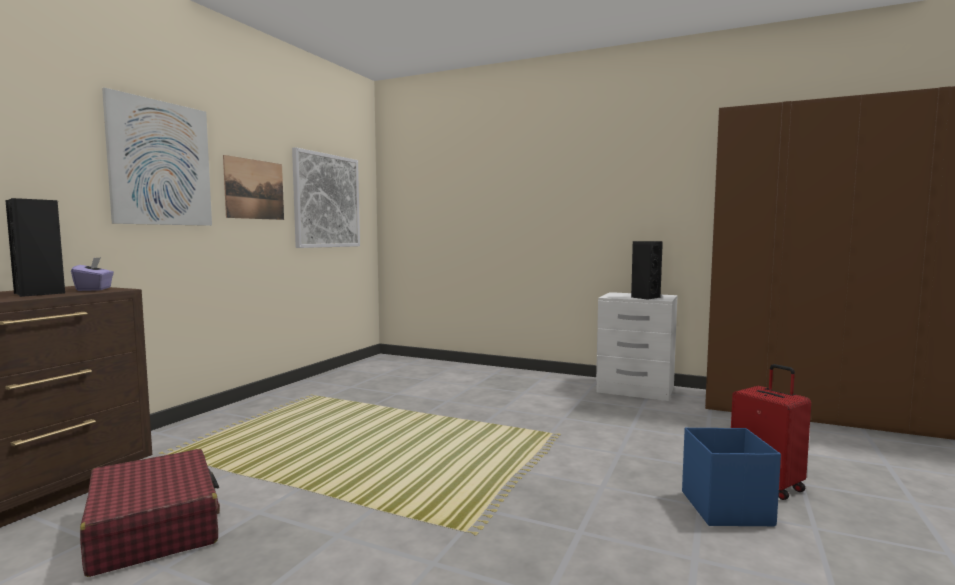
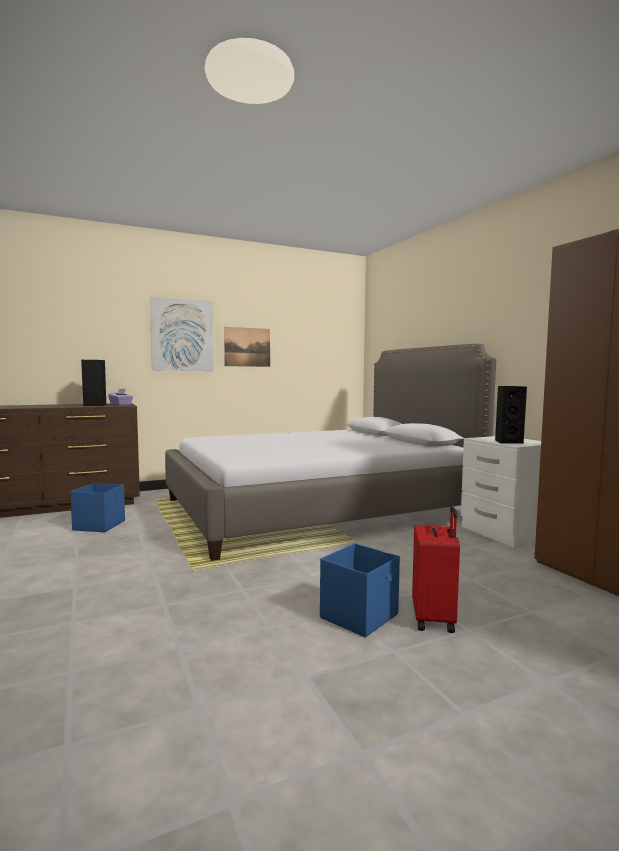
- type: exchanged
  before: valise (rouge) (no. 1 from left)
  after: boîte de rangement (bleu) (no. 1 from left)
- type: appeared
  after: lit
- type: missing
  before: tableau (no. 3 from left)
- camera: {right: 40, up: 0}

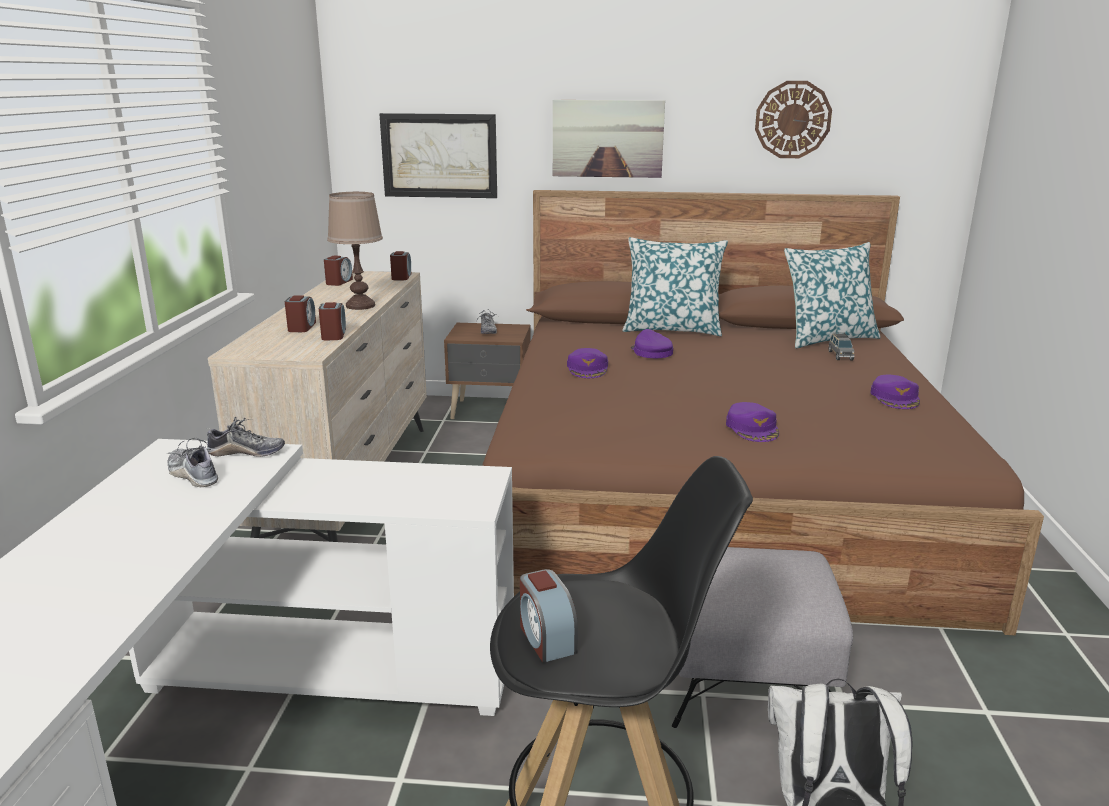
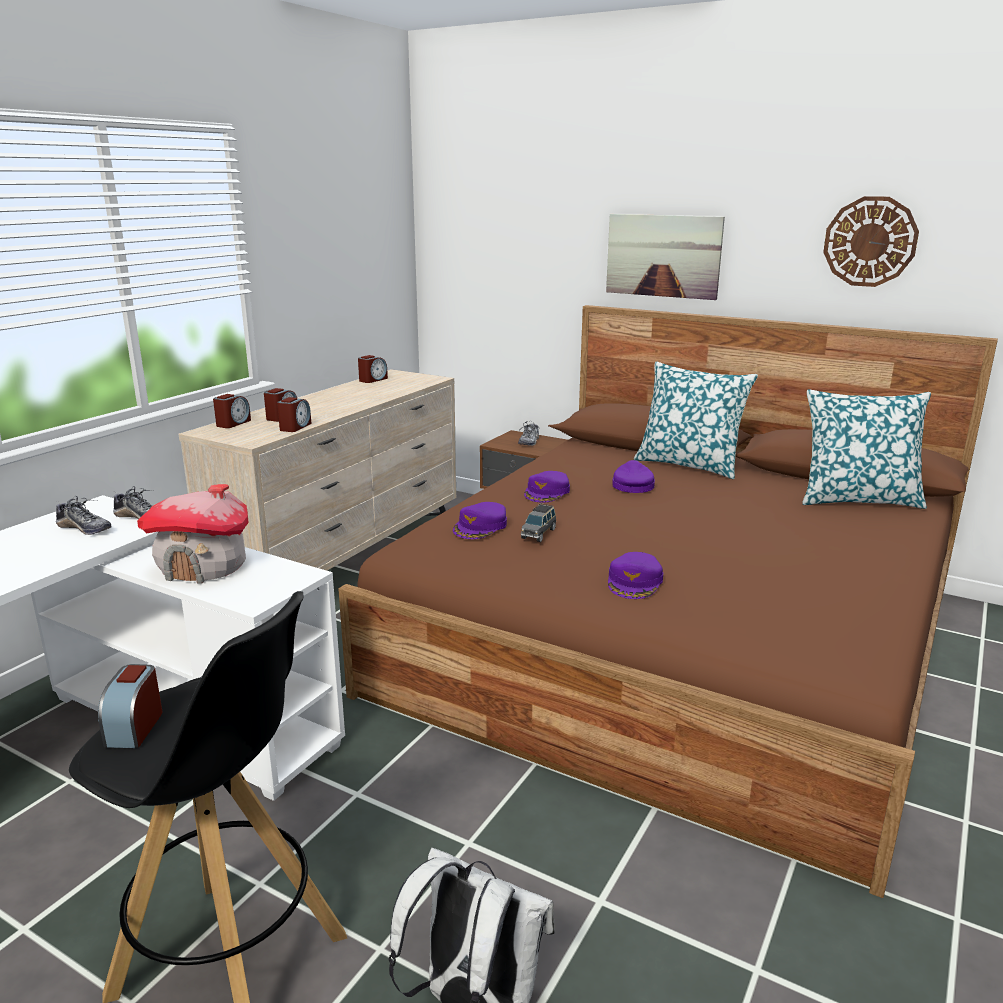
- type: spun
  before: chaussure (no. 1 from left)
  turn: 135
- type: appeared
  after: maison miniature
- type: relocated
  before: réveil (no. 4 from left in the first image)
  after: réveil (no. 2 from left)
- type: relocated
  before: casquette (violet) (no. 4 from left in the first image)
  after: casquette (violet) (no. 1 from left)
- type: relocated
  before: petite voiture (gris)
- type: missing
  before: lampe de table (marron)
- type: missing
  before: tableau (no. 1 from left)
- type: missing
  before: pouf (gris)
- camera: {right: 25, up: 0}

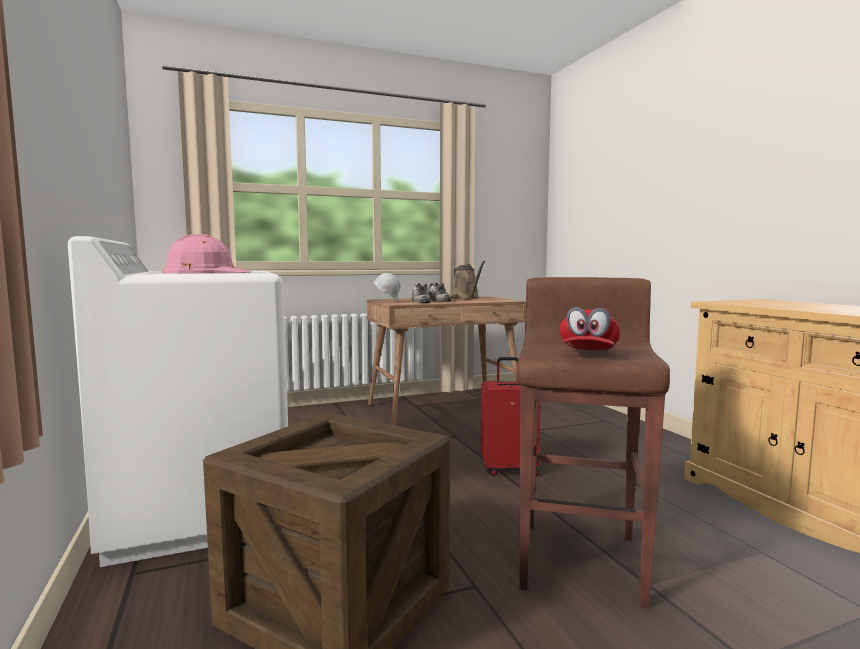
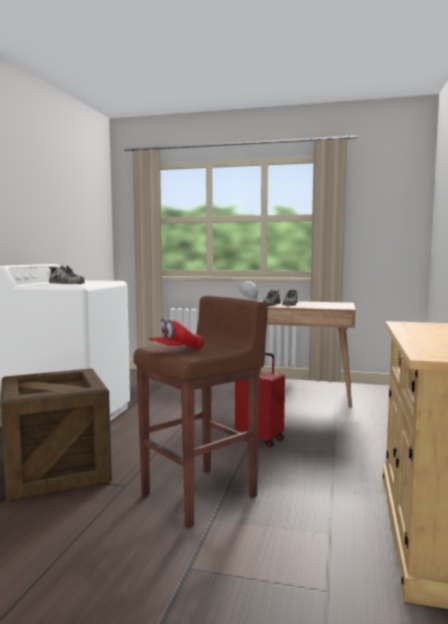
- type: exchanged
  before: casque de chantier (rose)
  after: chaussure (no. 1 from left)
- type: missing
  before: arrosoir (marron)
- camera: {right: 35, up: 0}

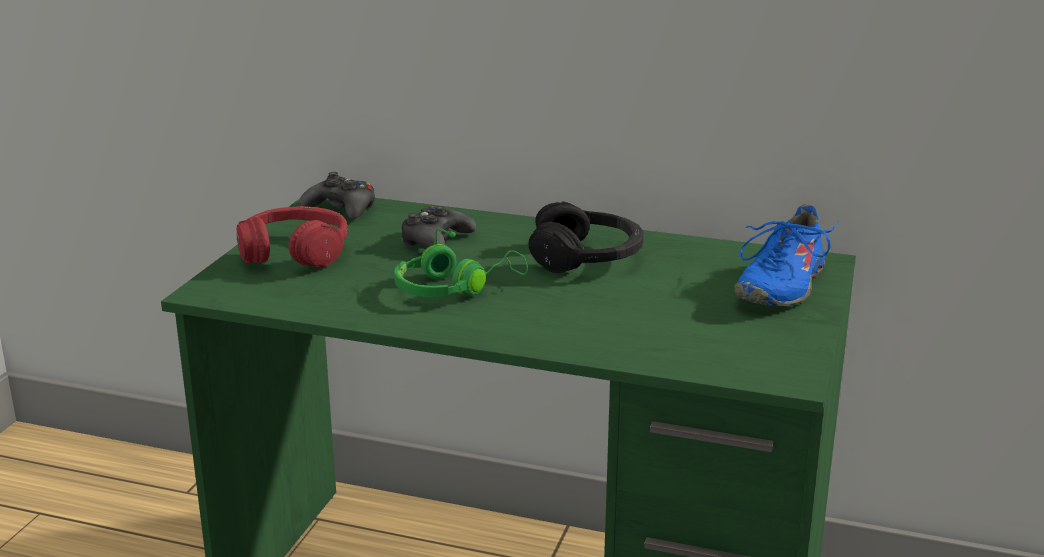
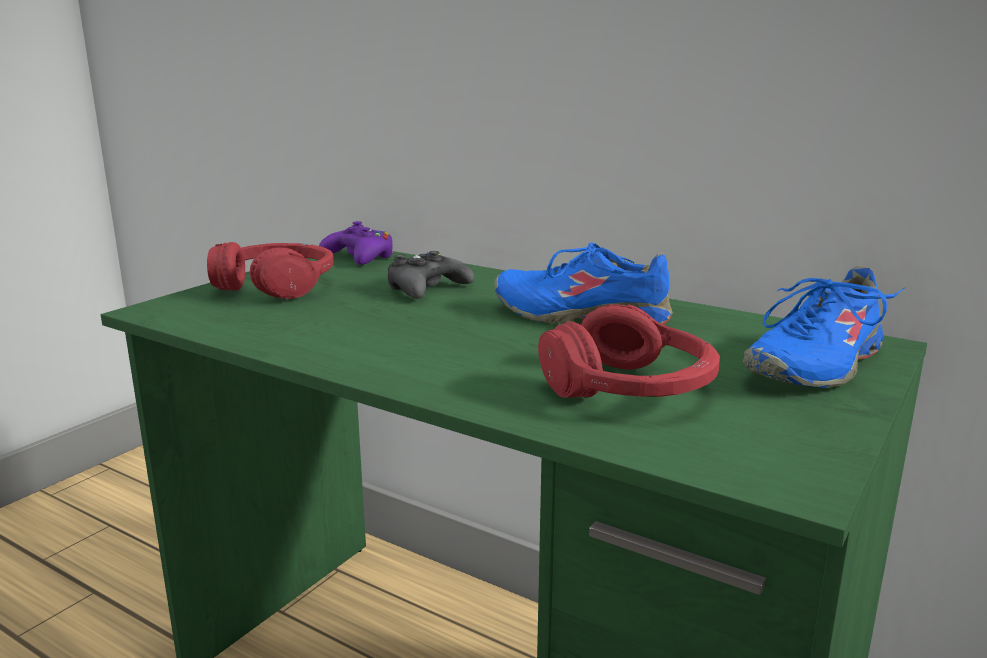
- type: colour
  before: manette (noir) (no. 1 from left)
  after: manette (violet)
- type: exchanged
  before: casque audio (noir)
  after: chaussure (bleu) (no. 1 from left)
- type: appeared
  after: casque audio (rouge) (no. 2 from left)
- type: missing
  before: casque audio (vert)
- camera: {right: 15, up: -5}

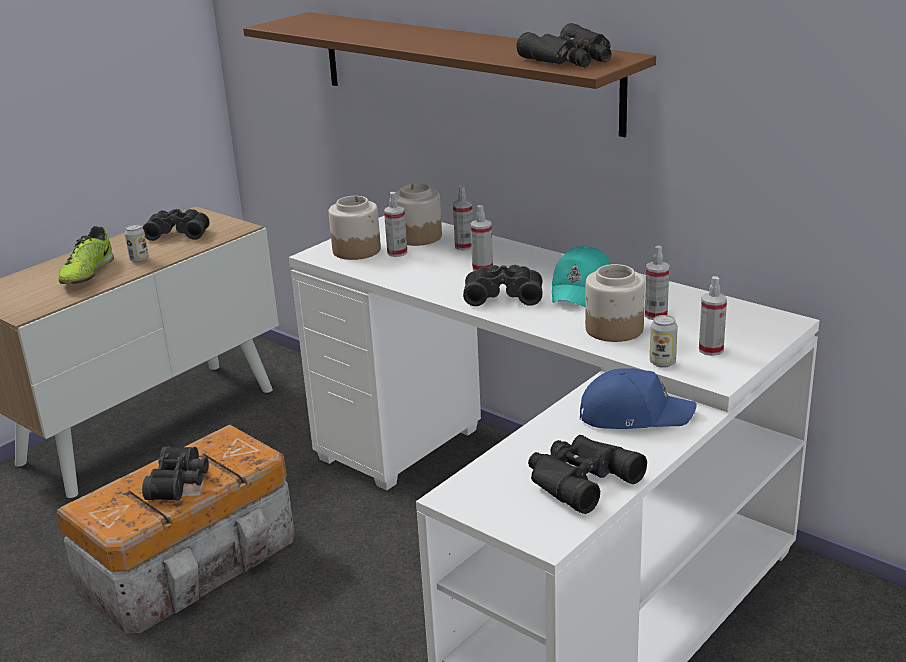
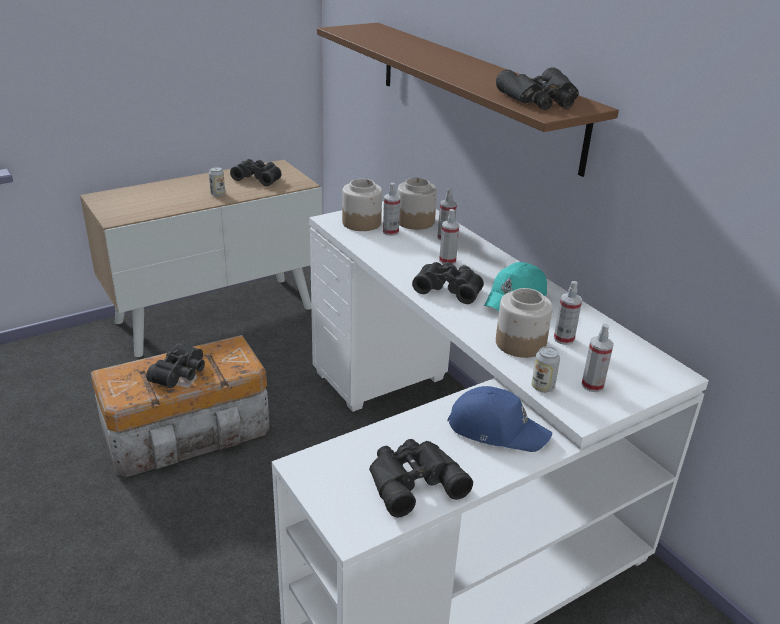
- type: missing
  before: chaussure
- camera: {right: 15, up: 5}

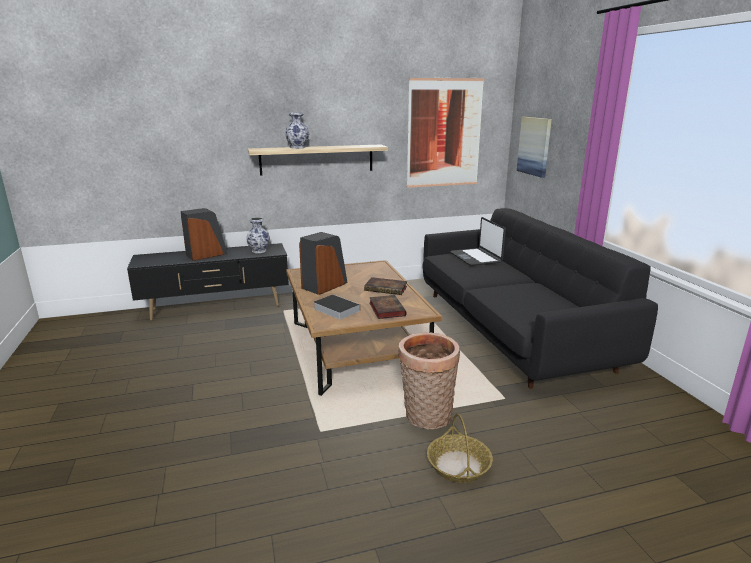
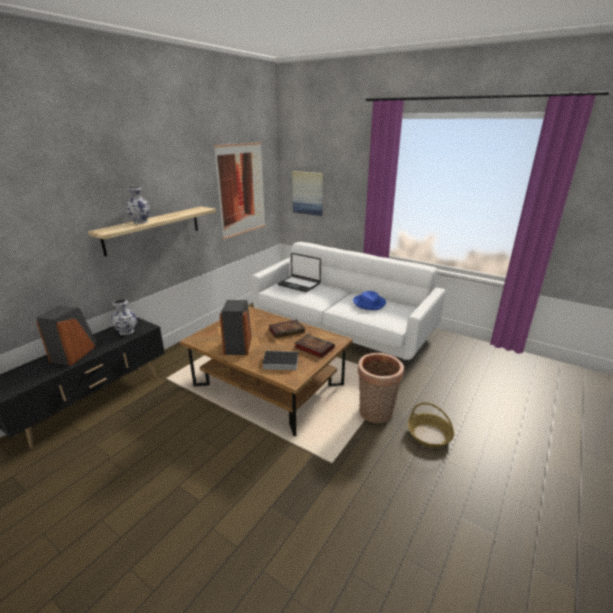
- type: colour
  before: canapé (noir)
  after: canapé (blanc)
- type: appeared
  after: chapeau (bleu)
- camera: {right: -40, up: 5}

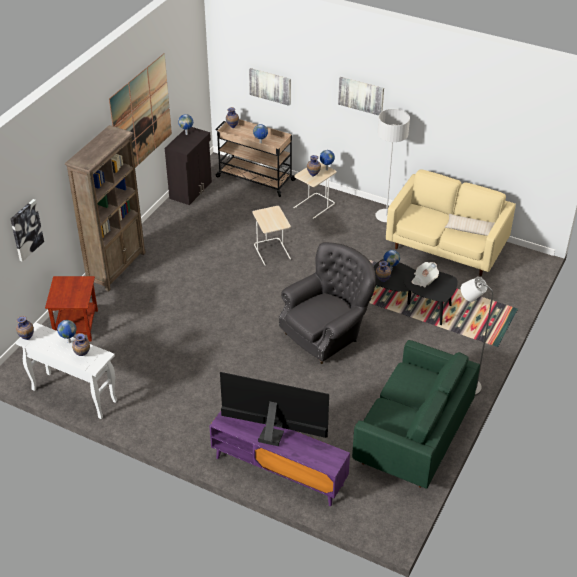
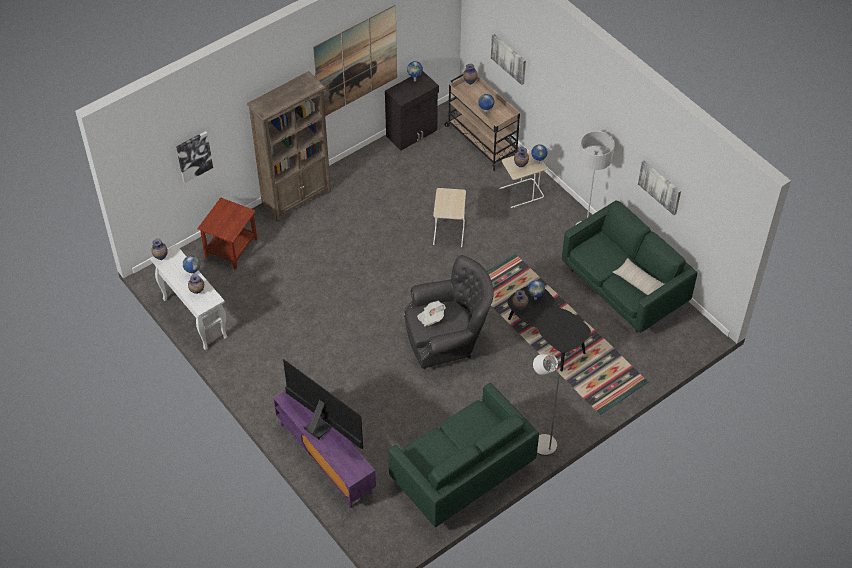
- type: relocated
  before: journal
- type: colour
  before: canapé (beige)
  after: canapé (vert) (no. 2 from left)
- type: relocated
  before: tableau (no. 4 from left)
- camera: {right: 25, up: 10}

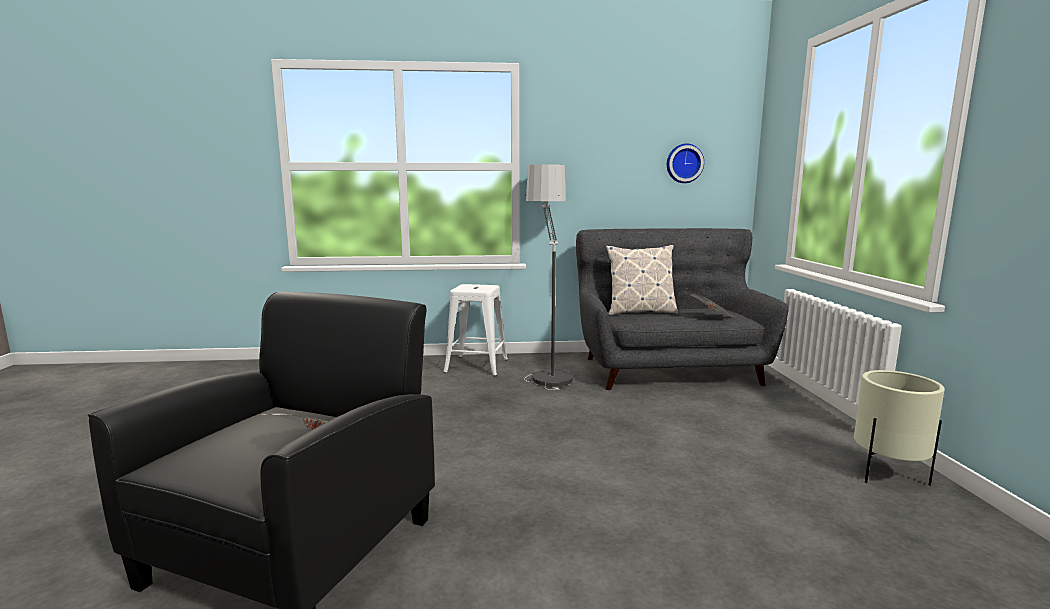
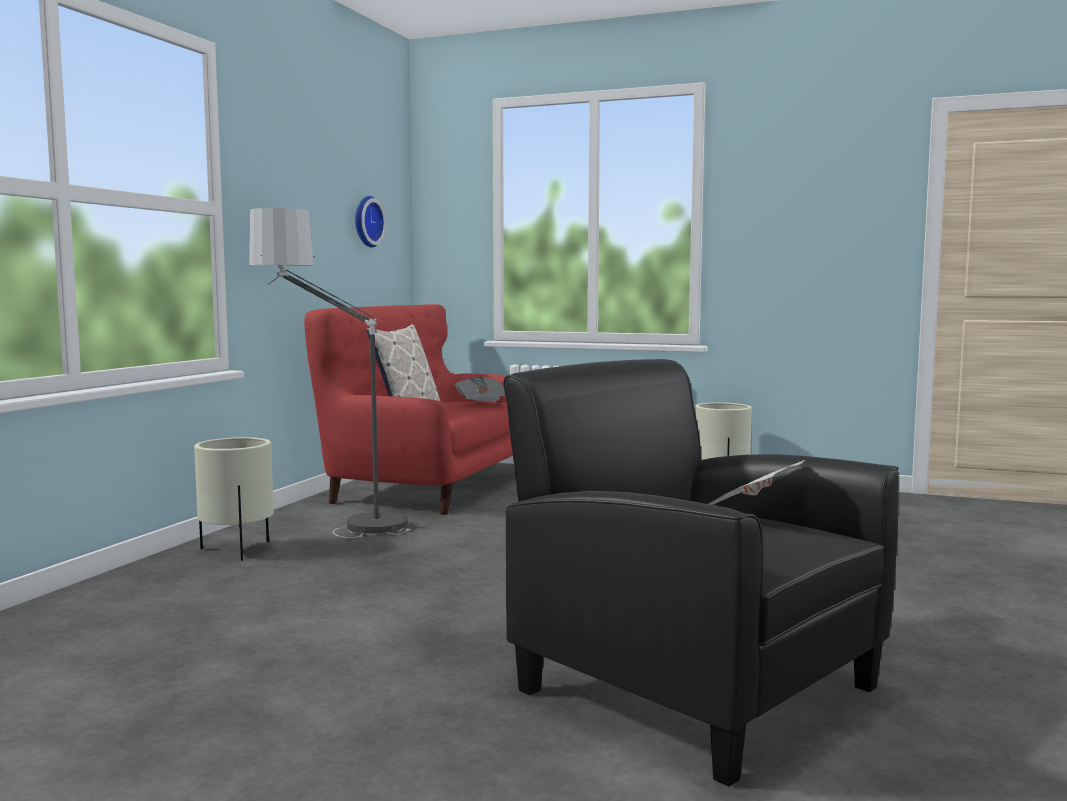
- type: exchanged
  before: tabouret (blanc)
  after: cache-pot (beige) (no. 1 from left)
- type: colour
  before: canapé (gris)
  after: canapé (rouge)
- camera: {right: -65, up: -5}

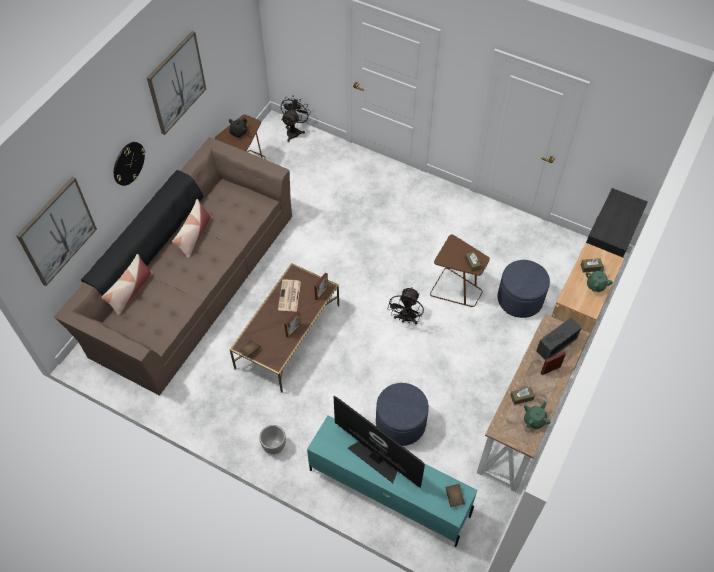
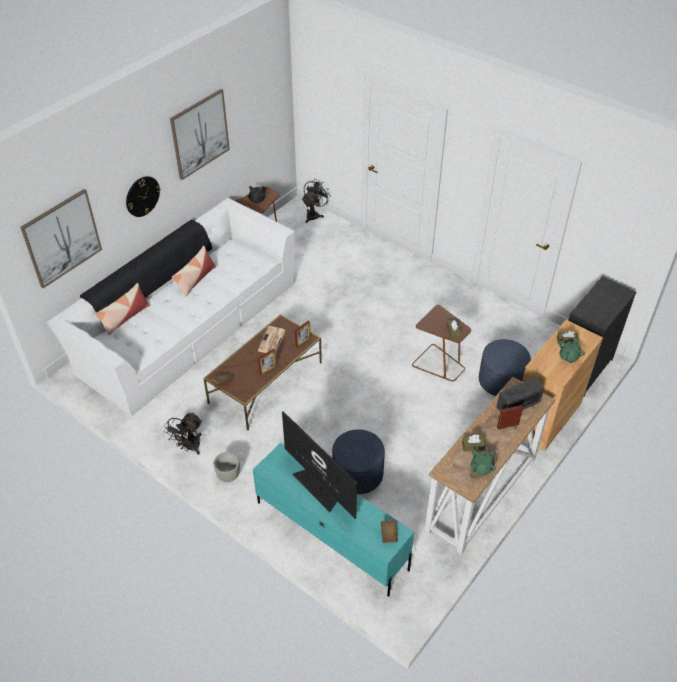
- type: colour
  before: canapé (marron)
  after: canapé (blanc)
- type: relocated
  before: ventilateur (noir) (no. 2 from left in the first image)
  after: ventilateur (noir) (no. 1 from left)
- camera: {right: 10, up: -10}

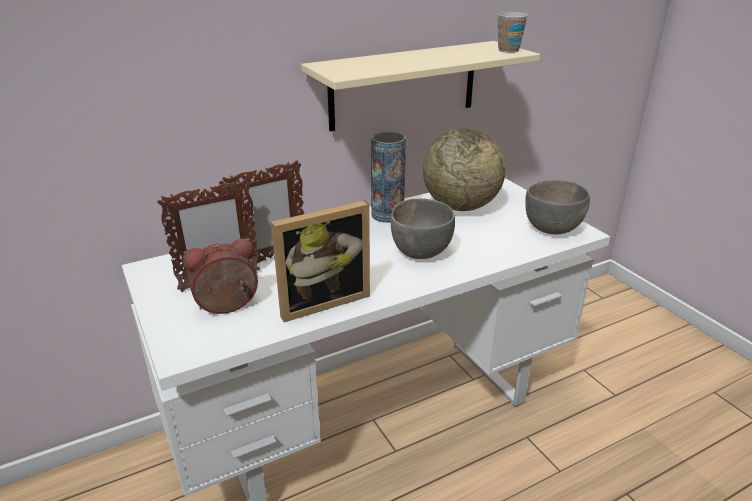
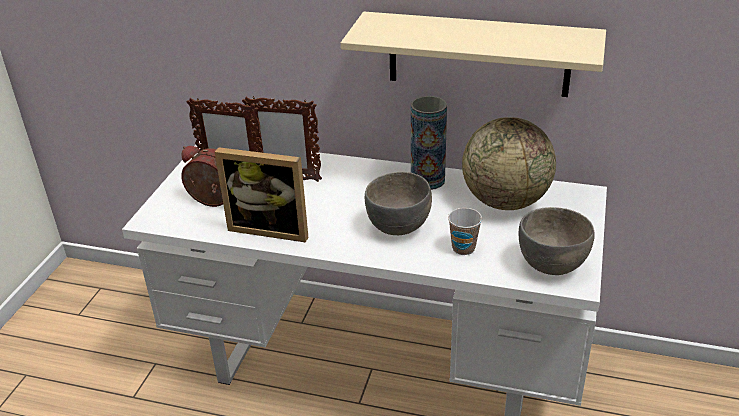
- type: relocated
  before: tasse
- camera: {right: 45, up: 5}

